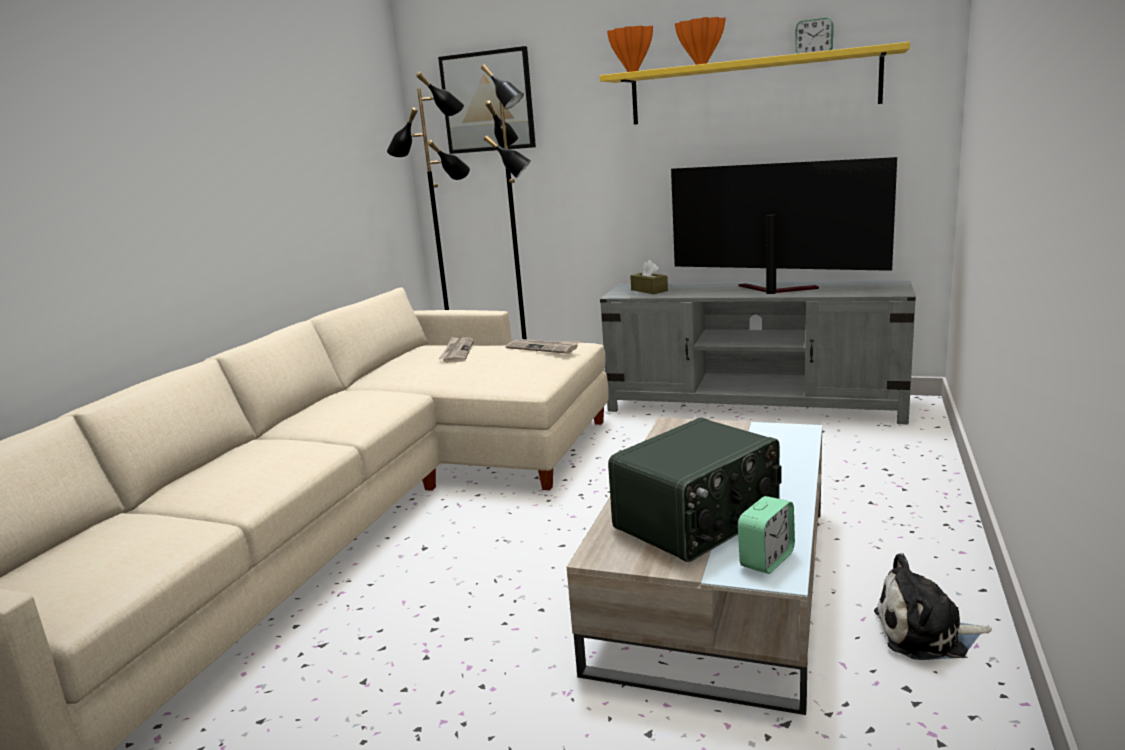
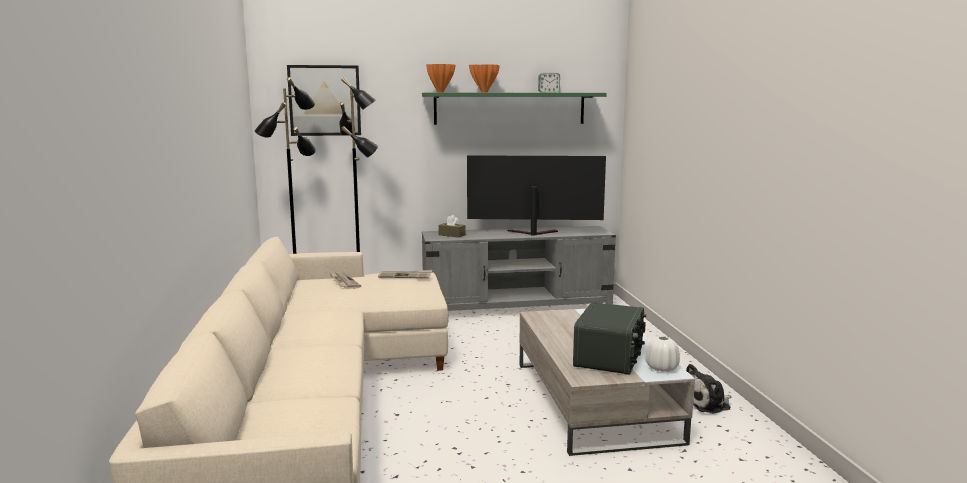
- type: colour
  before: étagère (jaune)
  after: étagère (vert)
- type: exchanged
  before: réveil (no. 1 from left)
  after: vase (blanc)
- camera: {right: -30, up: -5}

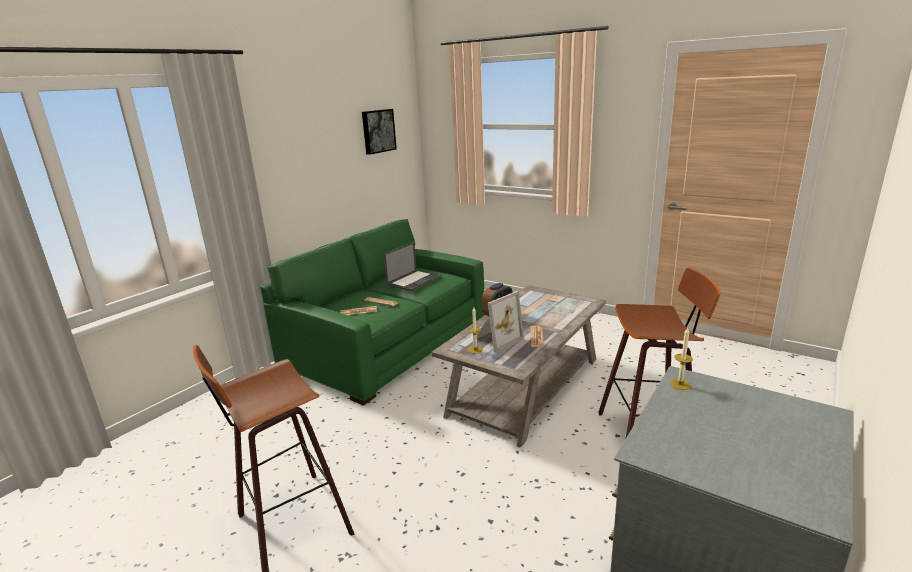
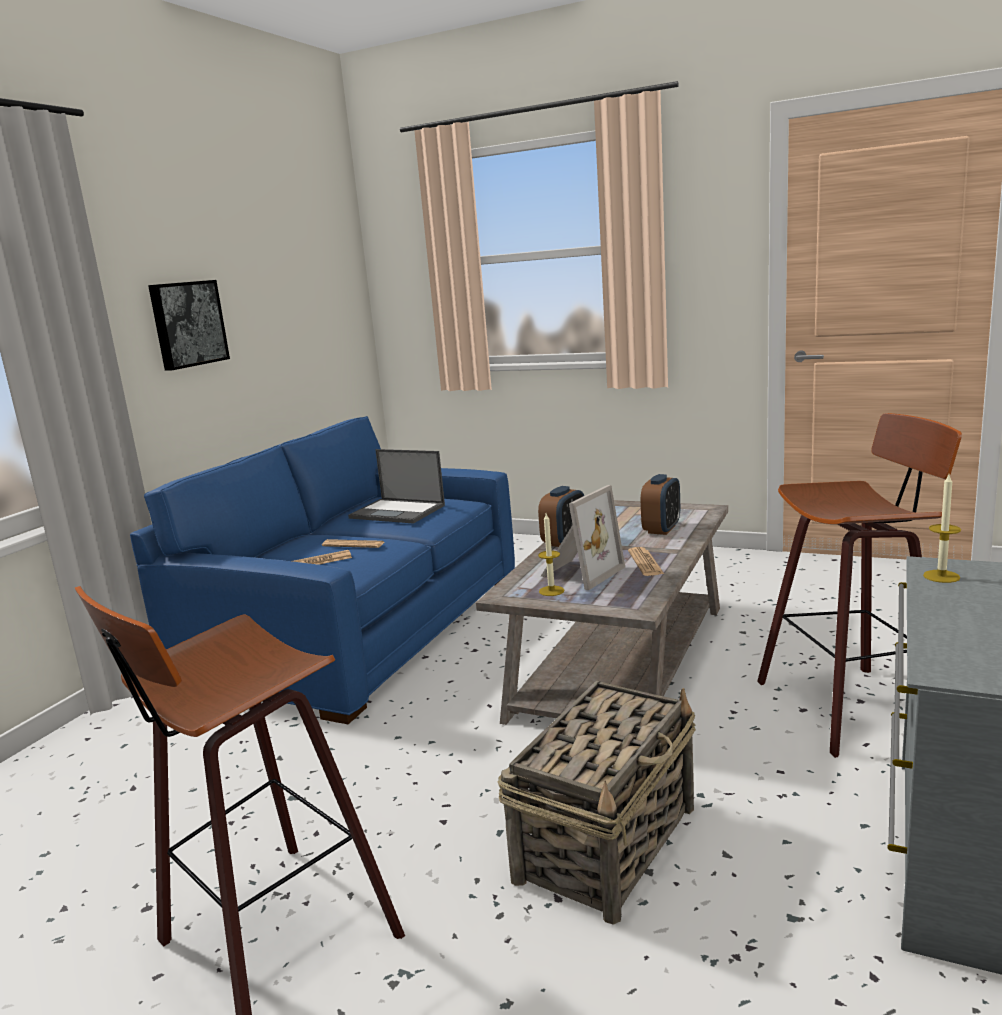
- type: colour
  before: canapé (vert)
  after: canapé (bleu)
- type: relocated
  before: tableau
- type: spun
  before: ordinateur portable
  turn: 90
- type: appeared
  after: panier
- type: appeared
  after: réveil (no. 2 from left)
- camera: {right: -10, up: -5}

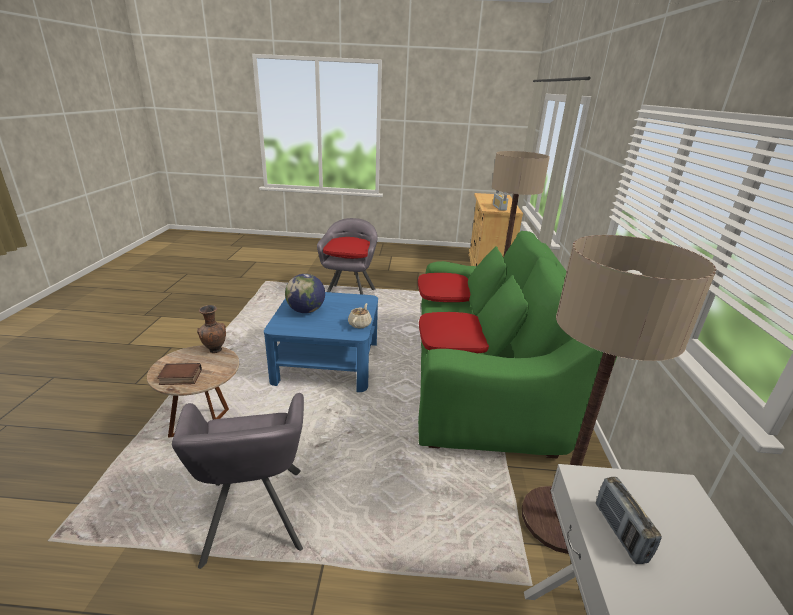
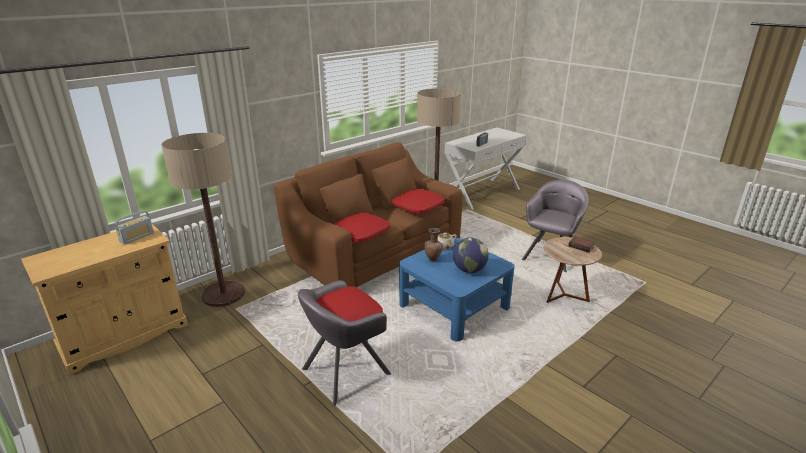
- type: colour
  before: canapé (vert)
  after: canapé (marron)
- type: relocated
  before: vase (marron)
- camera: {right: -135, up: 0}

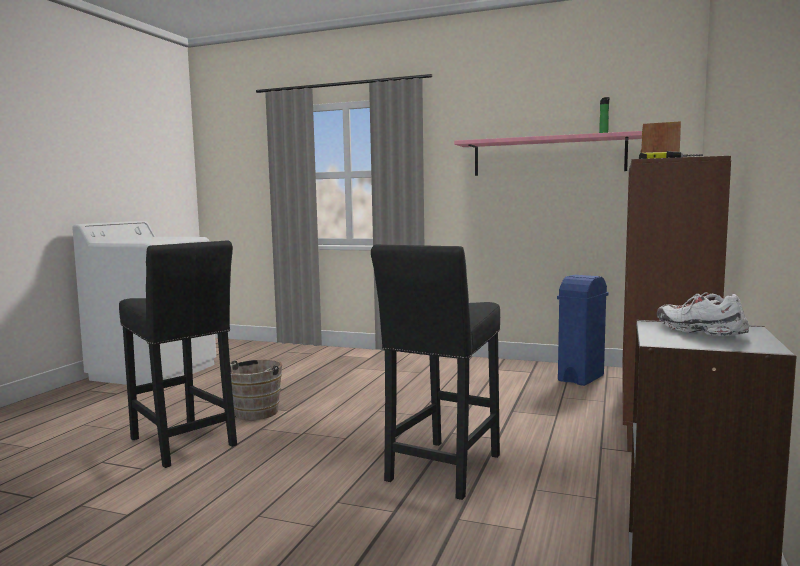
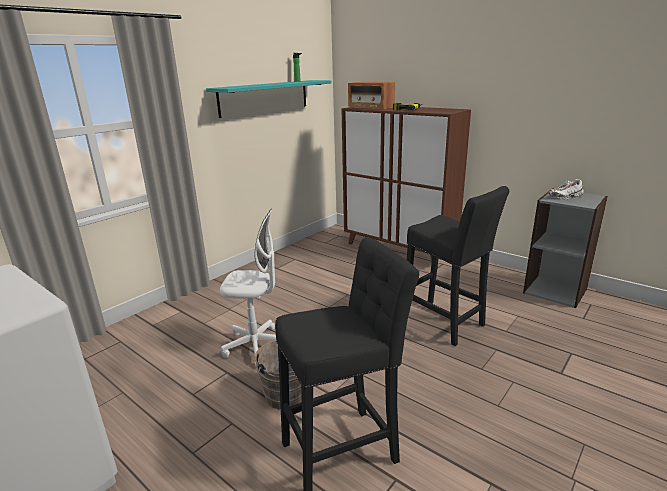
- type: colour
  before: étagère (rose)
  after: étagère (turquoise)
- type: appeared
  after: chaise de bureau (blanc)
- type: missing
  before: poubelle (bleu)
- camera: {right: -70, up: 15}

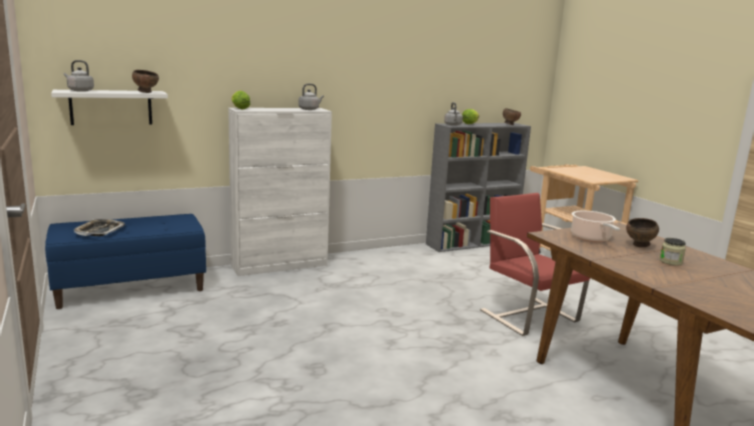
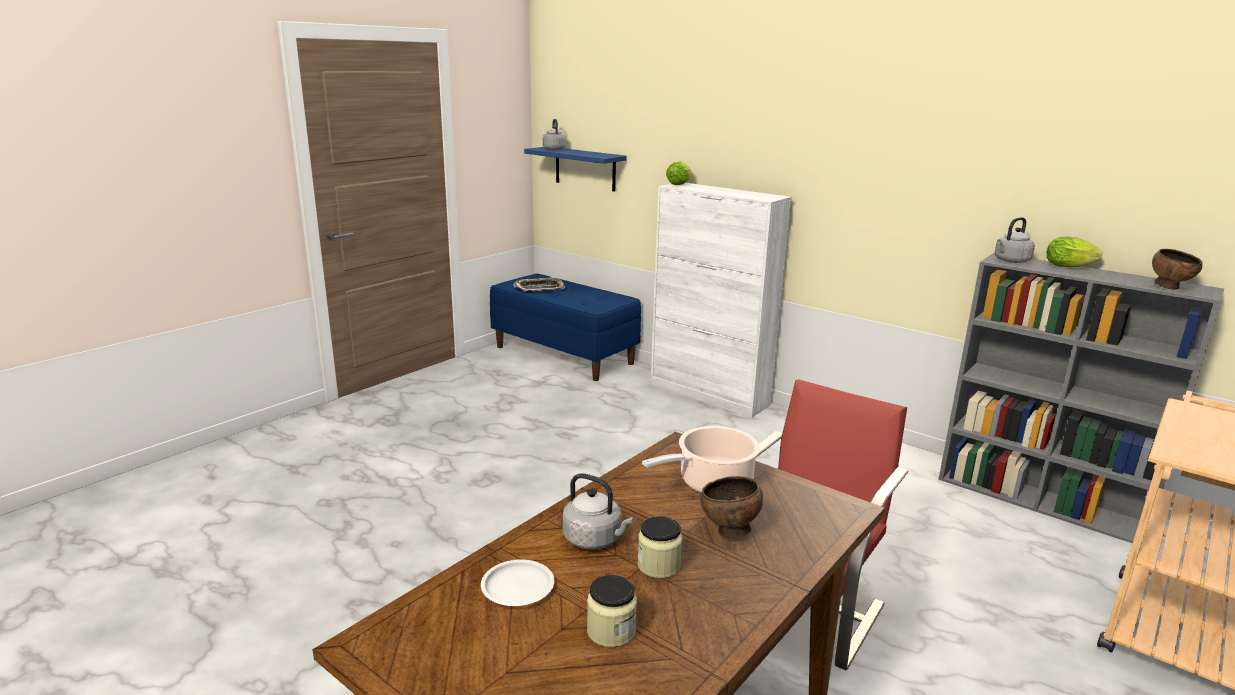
- type: appeared
  after: assiette (blanc)
- type: colour
  before: étagère (blanc)
  after: étagère (bleu)
- type: relocated
  before: bouilloire (gris) (no. 2 from left)
- type: appeared
  after: bocal (no. 1 from left)
- type: missing
  before: bol (marron) (no. 1 from left)
- camera: {right: 65, up: 5}

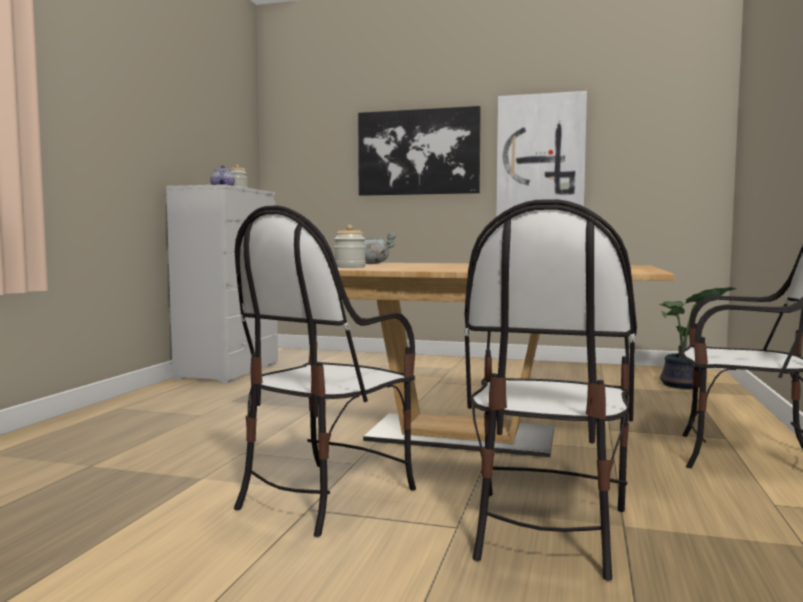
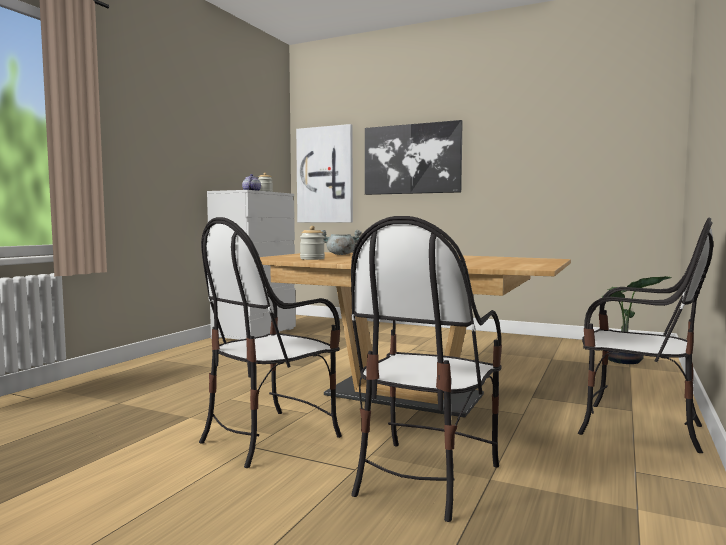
- type: relocated
  before: tableau (no. 2 from left in the first image)
  after: tableau (no. 1 from left)
- camera: {right: 10, up: 0}

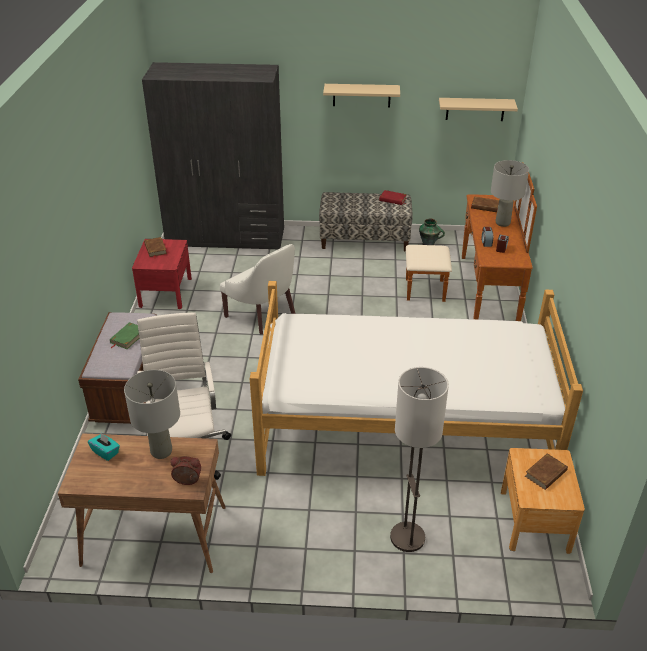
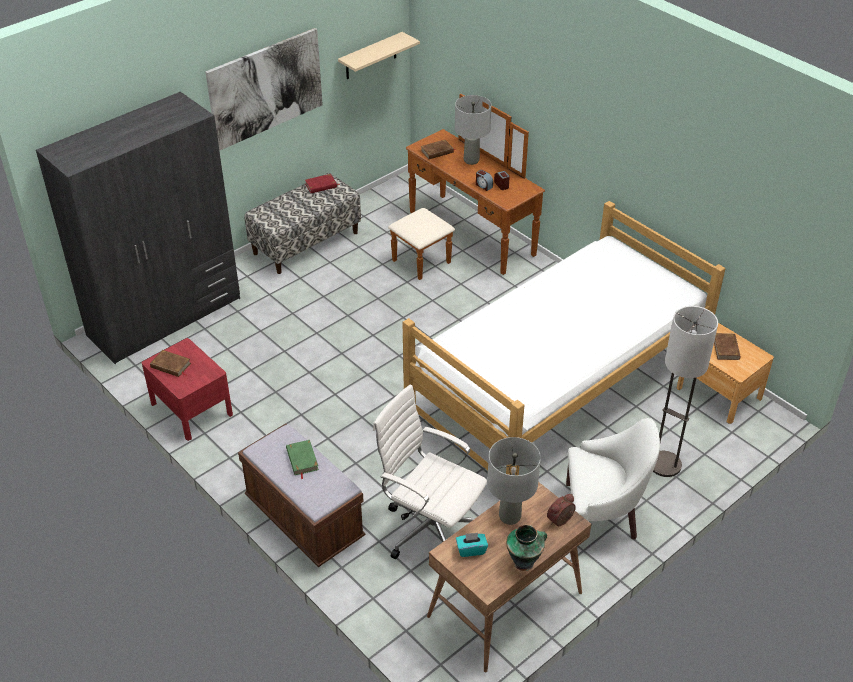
- type: exchanged
  before: étagère (beige) (no. 1 from left)
  after: tableau
- type: relocated
  before: vase
- type: relocated
  before: fauteuil (blanc)
- camera: {right: -45, up: 5}

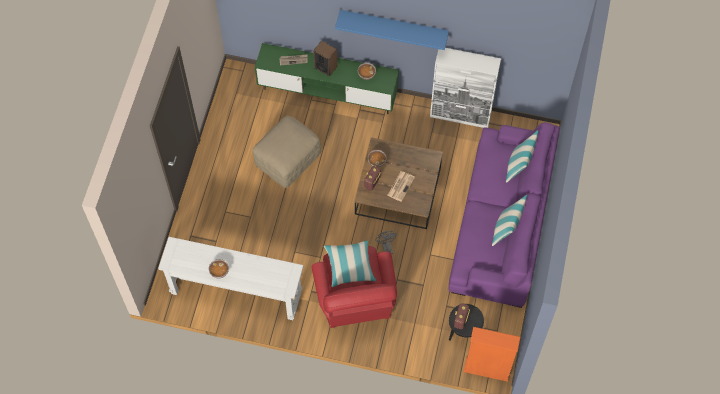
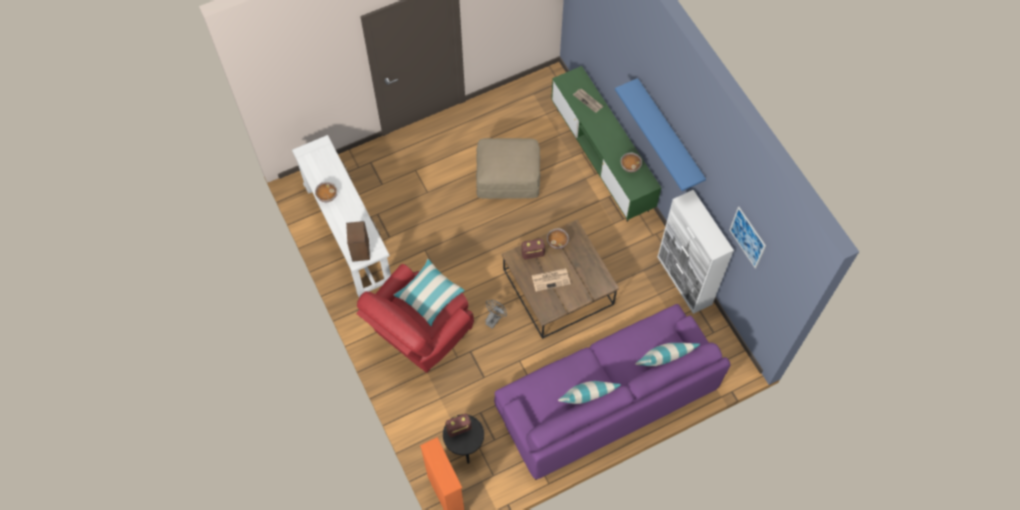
- type: relocated
  before: enceinte
- type: appeared
  after: tableau
- camera: {right: 50, up: 0}

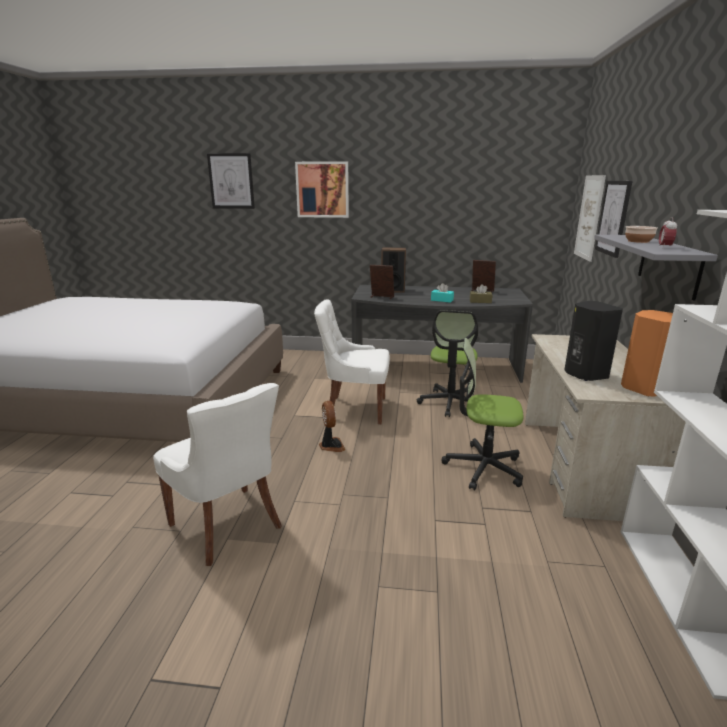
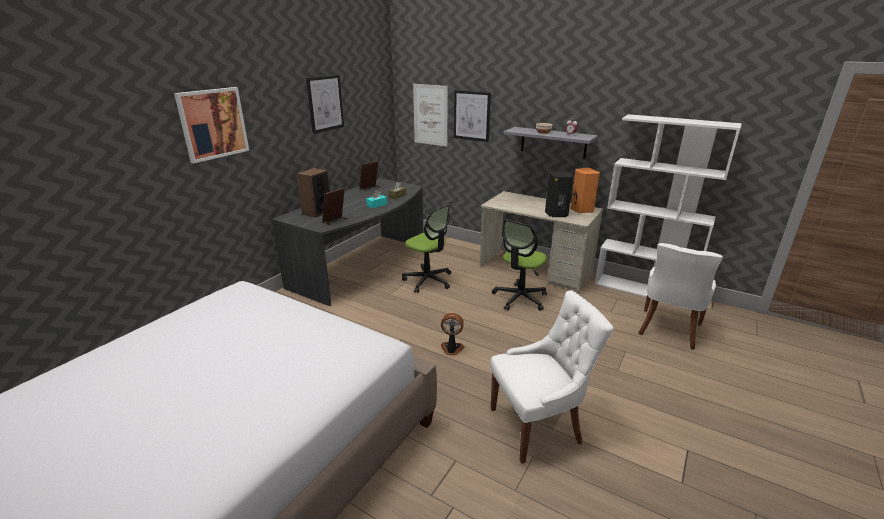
- type: relocated
  before: tableau (no. 1 from left in the first image)
  after: tableau (no. 2 from left)
- type: relocated
  before: chaise (blanc) (no. 2 from left)
- camera: {right: -65, up: 5}

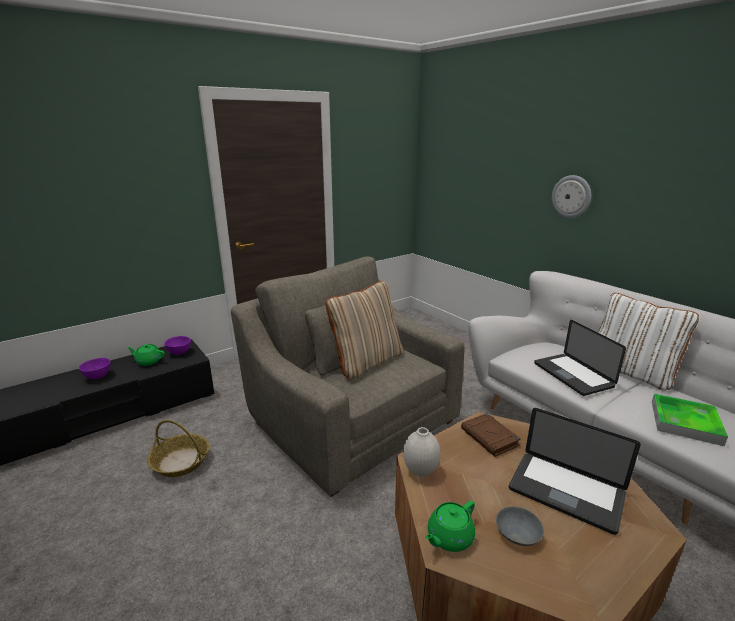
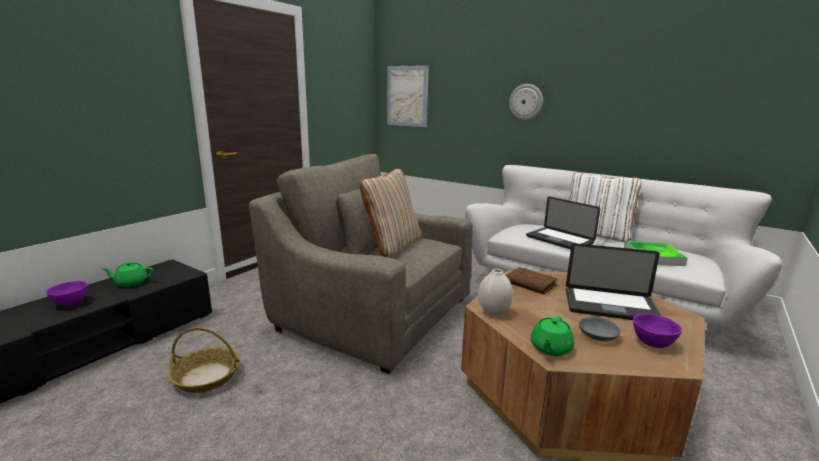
- type: appeared
  after: tableau
- type: relocated
  before: bol (violet) (no. 2 from left)
- camera: {right: -20, up: -5}

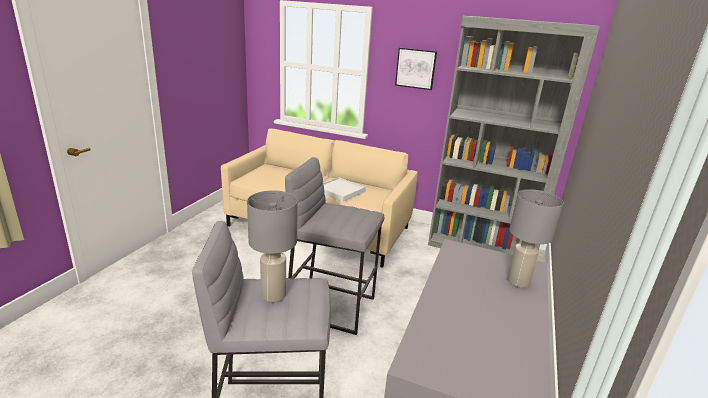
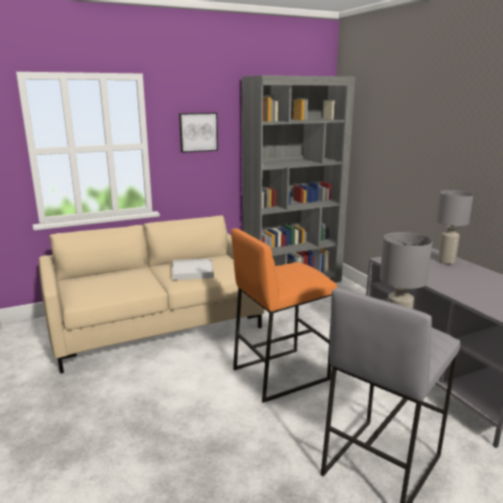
- type: colour
  before: tabouret (gris) (no. 2 from left)
  after: tabouret (orange)
- camera: {right: -45, up: -5}

